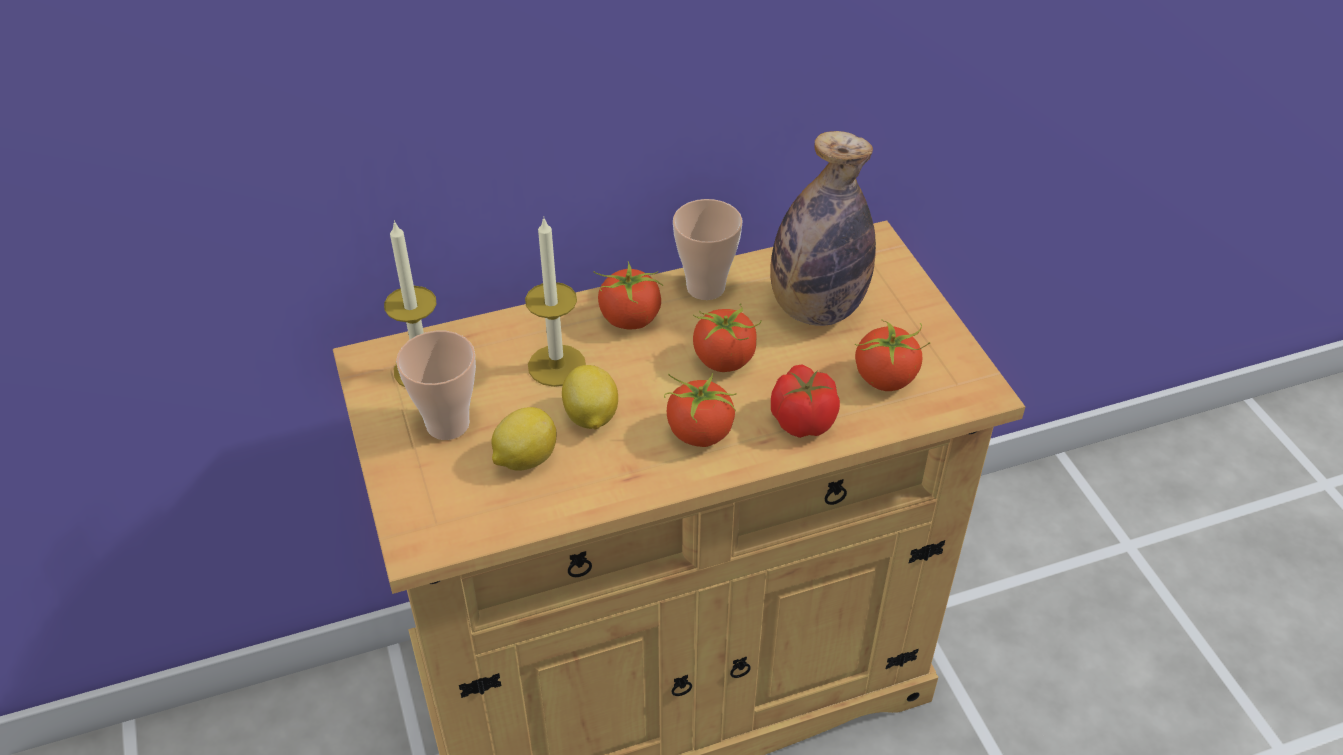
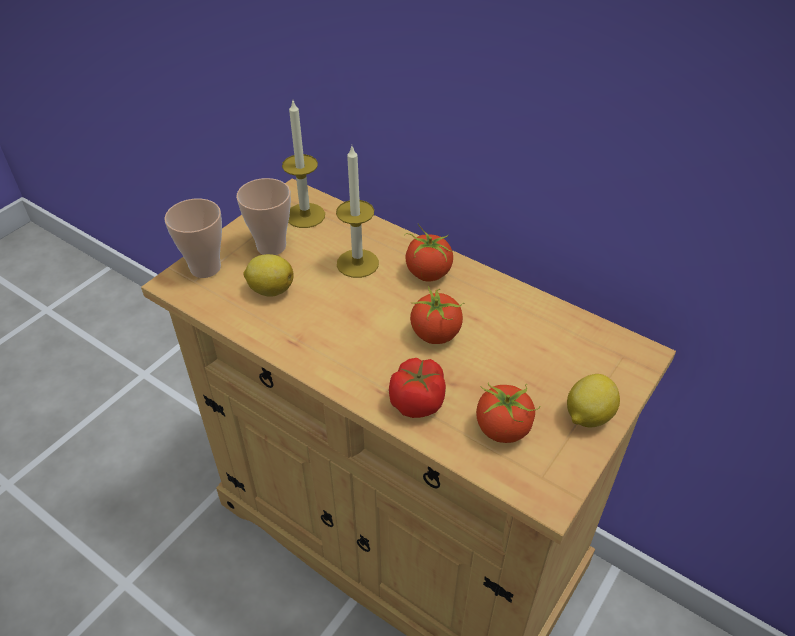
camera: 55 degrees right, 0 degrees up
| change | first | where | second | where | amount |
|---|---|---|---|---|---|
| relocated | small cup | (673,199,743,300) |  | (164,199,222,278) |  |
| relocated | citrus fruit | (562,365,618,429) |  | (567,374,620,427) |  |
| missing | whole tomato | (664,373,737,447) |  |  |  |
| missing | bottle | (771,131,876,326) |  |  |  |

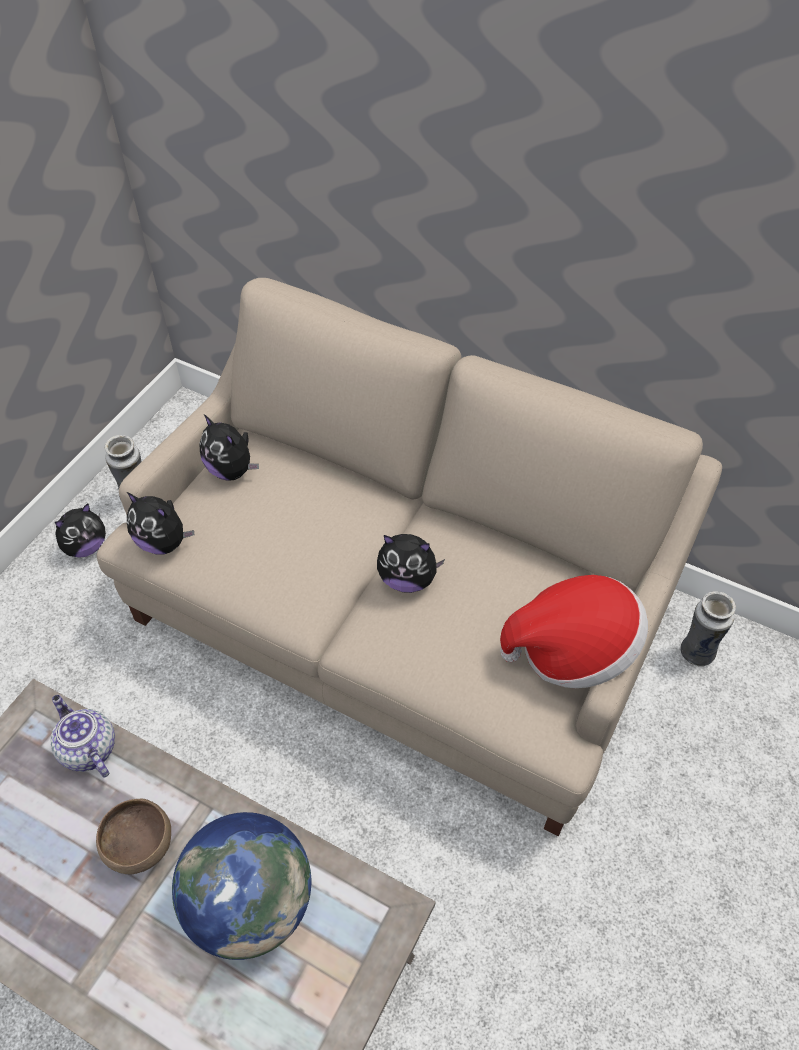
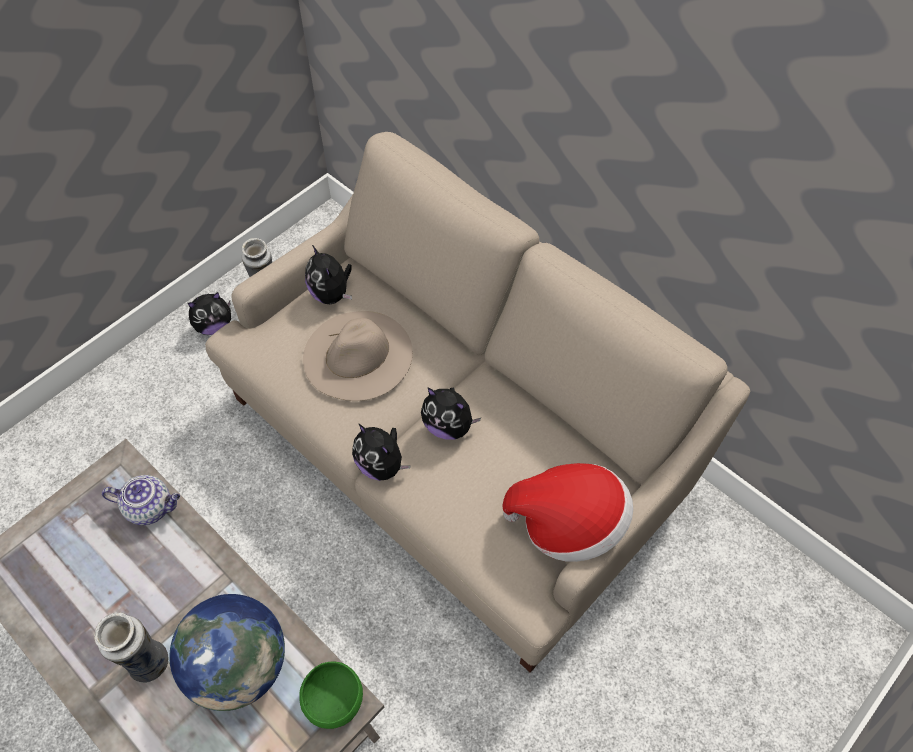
camera: 15 degrees right, 5 degrees up
| change | first | where | second | where | amount |
|---|---|---|---|---|---|
| relocated | flower vase | (680,591,736,666) |  | (94,612,168,683) |  |
| spun | pot for tea | (51,695,115,777) |  | (102,475,180,525) | 120 degrees clockwise |
| appeared |  |  | green serving bowl | (299,662,363,729) |  |
| appeared |  |  | sand-coloured wearable hat | (303,311,413,401) |  |
| relocated | cuddly toy | (127,492,194,554) |  | (352,423,411,481) |  |
| missing | brownish serving bowl | (96,799,171,874) |  |  |  |

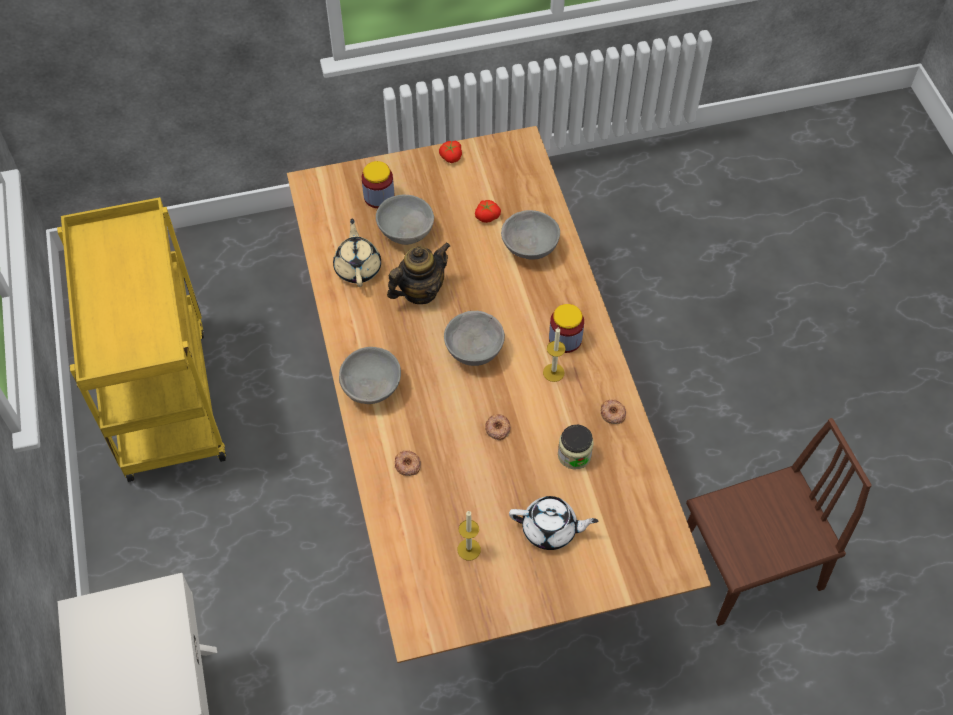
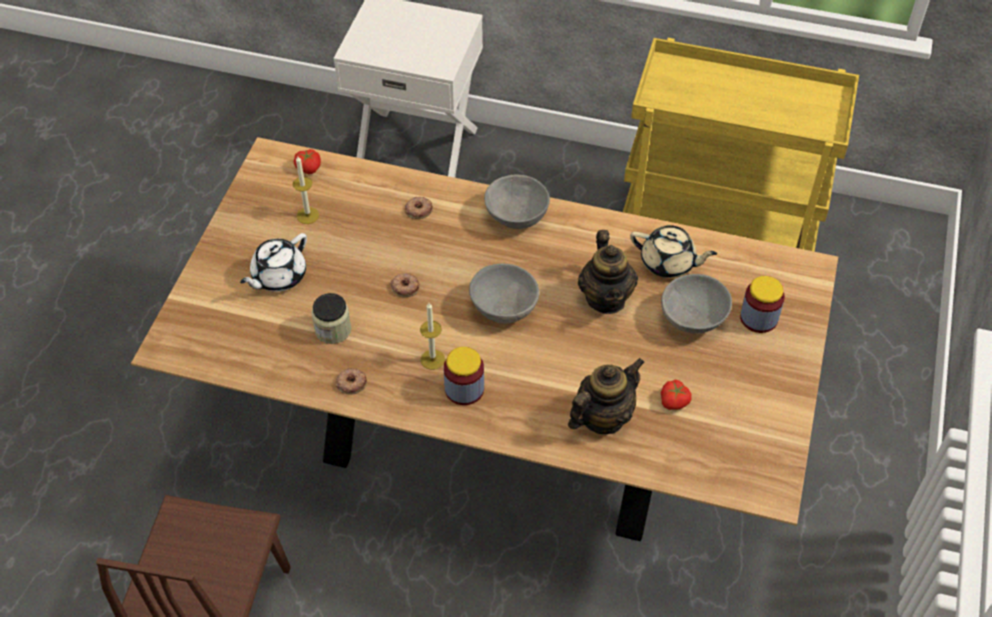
camera: 120 degrees right, 5 degrees down
| change | first | where | second | where | amount |
|---|---|---|---|---|---|
| relocated | whole tomato | (439,141,462,163) |  | (294,149,321,174) |  |
| exchanged | grey serving bowl | (501,210,560,260) | pot for tea | (568,358,645,434) |  |

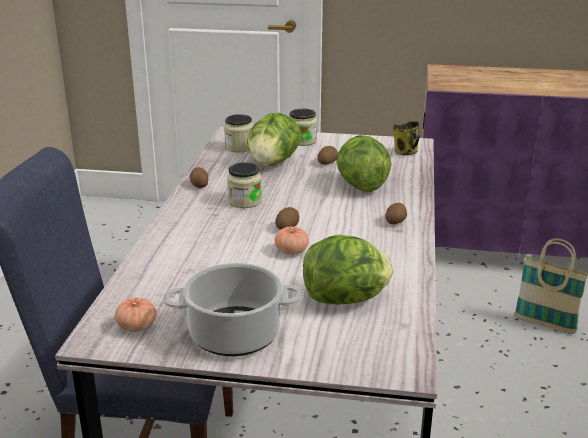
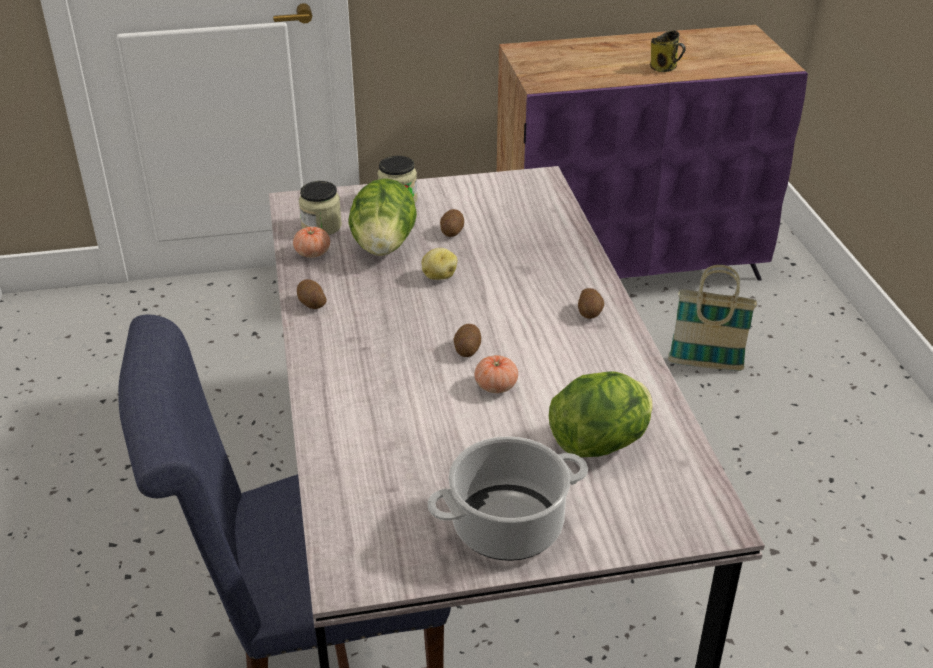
camera: 20 degrees left, 10 degrees up
| change | first | where | second | where | amount |
|---|---|---|---|---|---|
| relocated | whole tomato | (115,297,156,332) |  | (293,227,330,258) |  |
| appeared |  |  | potato | (422,248,457,280) |  |
| relocated | coffee mug | (393,121,420,156) |  | (650,31,686,72) |  |
| missing | jar | (227,162,262,208) |  |  |  |
| missing | lettuce | (336,135,391,192) |  |  |  |

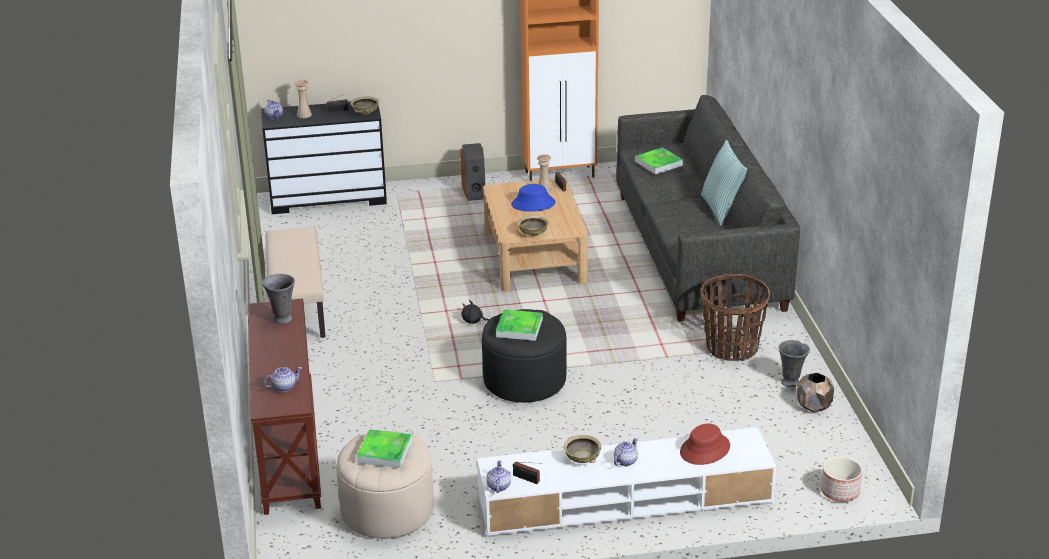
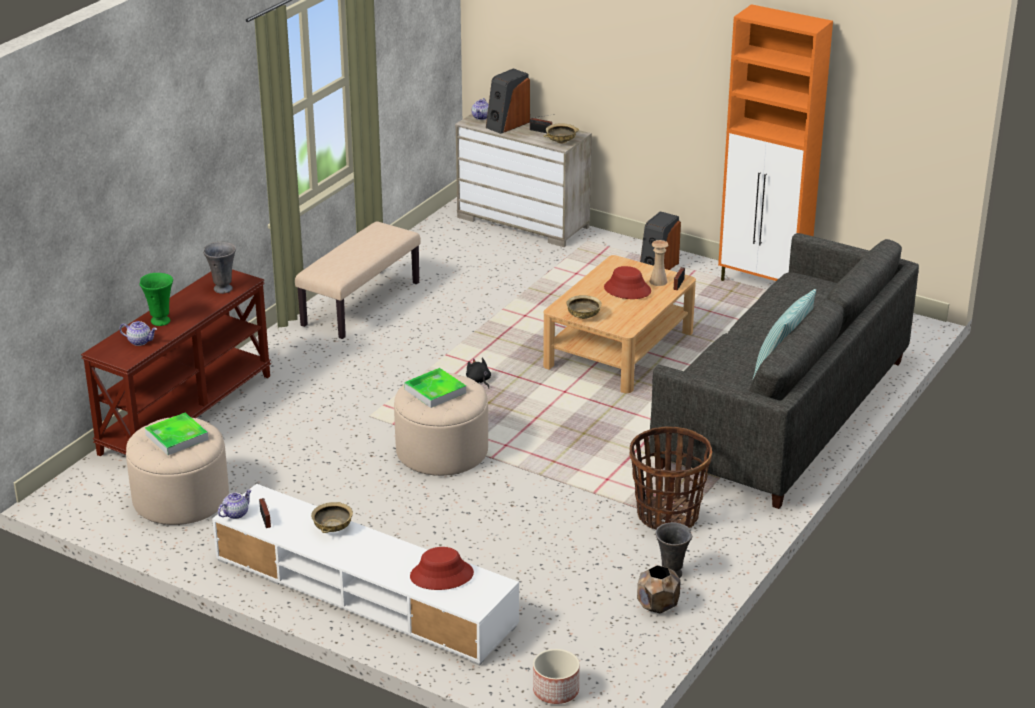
camera: 40 degrees right, 0 degrees up
| change | first | where | second | where | amount |
|---|---|---|---|---|---|
| appeared |  |  | green flower vase | (140,273,173,326) |  |
| colour | black footrest | (482,309,567,402) | sand-coloured footrest | (394,373,488,476) |  |
| colour | black dresser | (261,102,387,214) | sand-coloured dresser | (455,114,592,247) |  |
| exchanged | sand-coloured flower vase | (294,80,312,118) | speaker | (486,68,530,134) |  |
| colour | blue-coloured wearable hat | (511,184,556,212) | red wearable hat | (604,266,651,299) |  |
| missing | pot for tea | (614,438,638,466) |  |  |  |
| missing | tray | (635,147,683,174) |  |  |  |

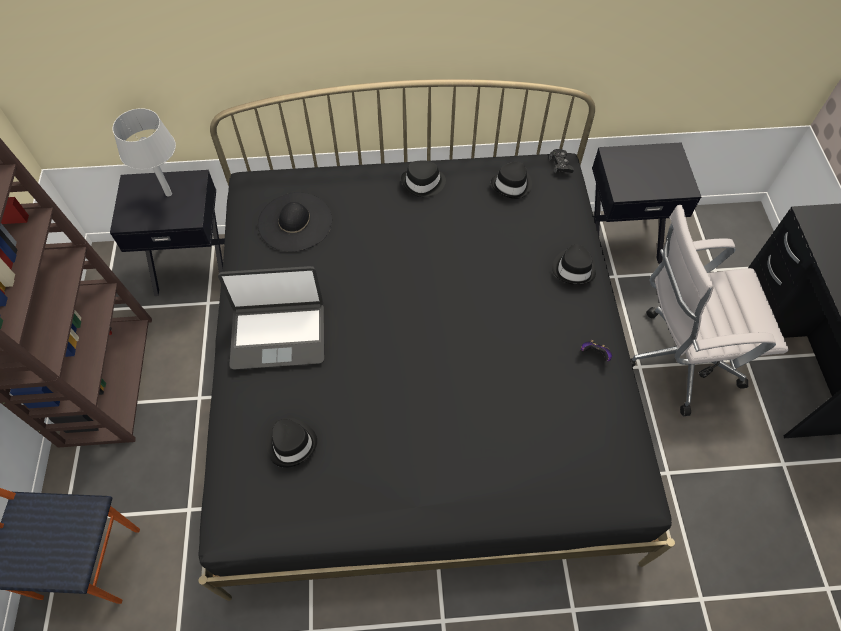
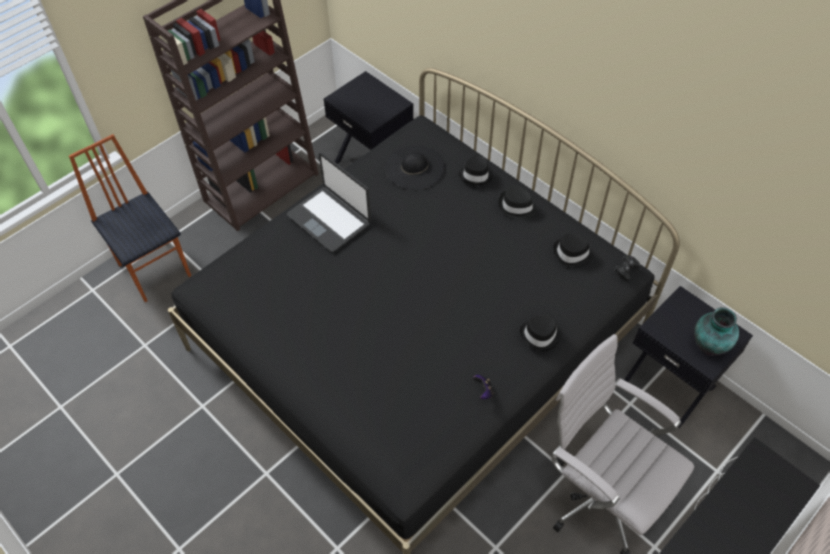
camera: 50 degrees right, 5 degrees down
| change | first | where | second | where | amount |
|---|---|---|---|---|---|
| relocated | black wearable hat | (266,418,317,468) |  | (459,155,493,185) |  |
| appeared |  |  | flower vase | (694,307,739,356) |  |
| missing | grey lamp for a table | (112,108,176,197) |  |  |  |

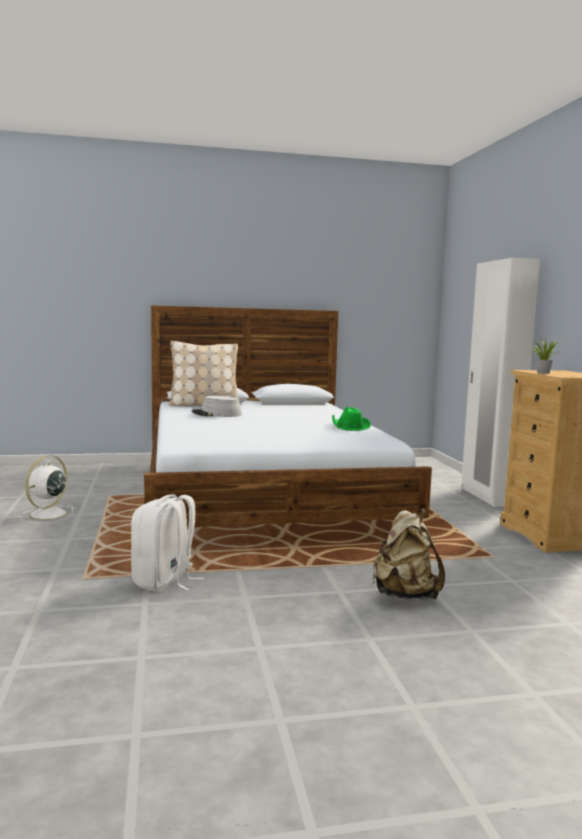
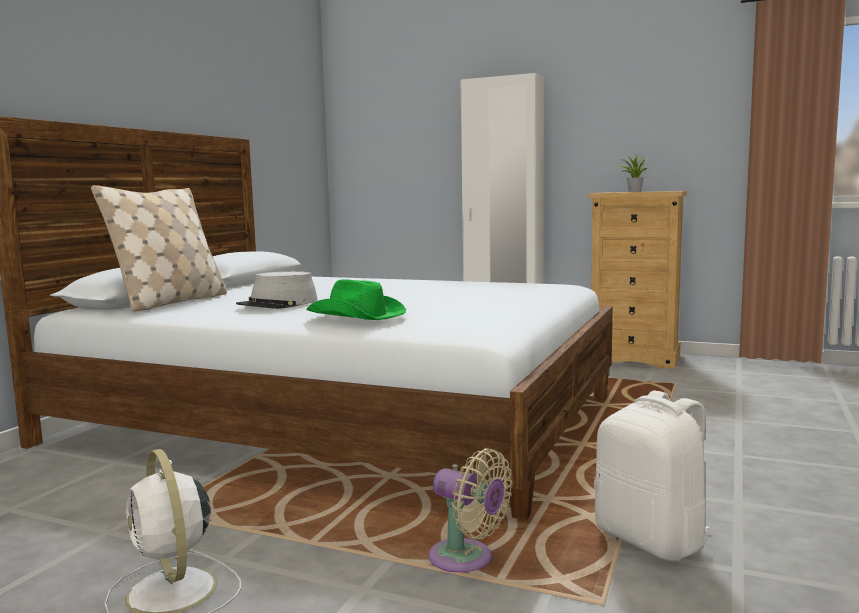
camera: 55 degrees left, 0 degrees up
| change | first | where | second | where | amount |
|---|---|---|---|---|---|
| relocated | green wearable hat | (332,407,371,431) |  | (306,279,406,320) |  |
| appeared |  |  | sand-coloured fan | (428,448,512,575) |  |
| missing | sand-coloured rucksack | (372,508,445,600) |  |  |  |

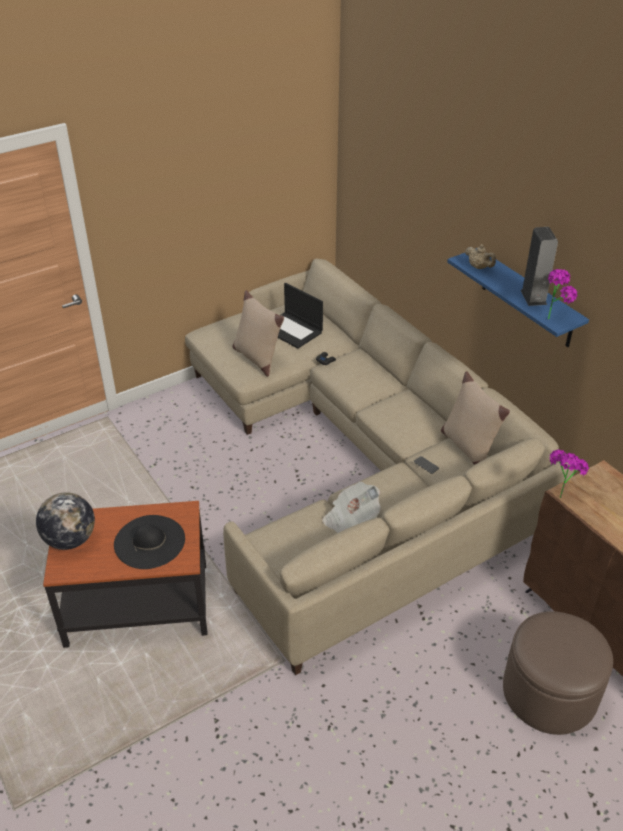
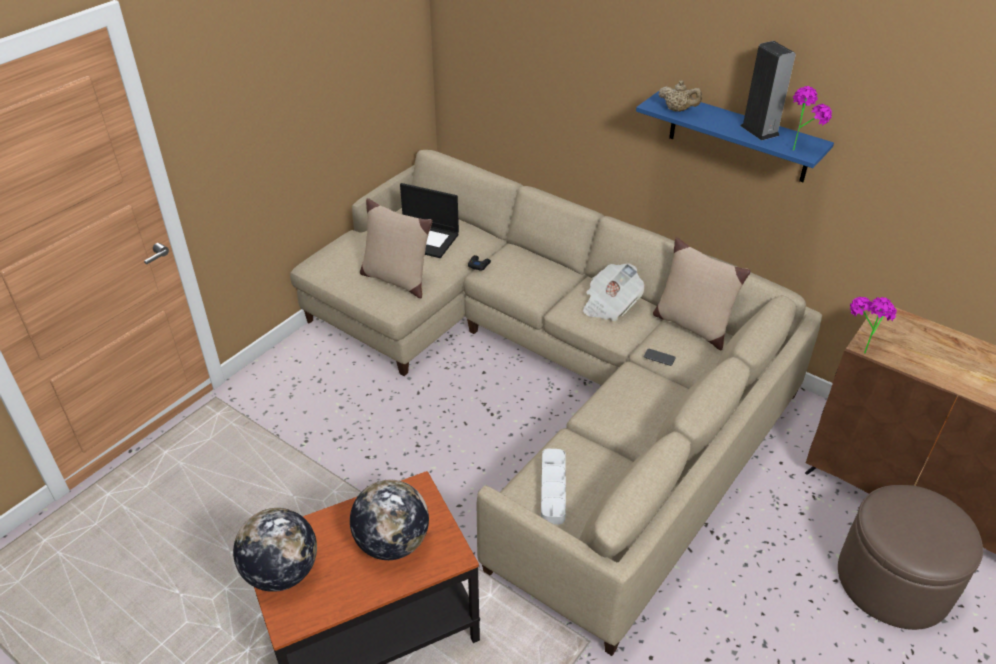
camera: 20 degrees left, 0 degrees up
| change | first | where | second | where | amount |
|---|---|---|---|---|---|
| exchanged | black wearable hat | (114,515,185,569) | desk globe | (350,480,429,560) |  |
| appeared |  |  | grey tray | (541,448,566,524) |  |
| relocated | daily paper | (322,482,381,533) |  | (583,264,644,321) |  |

